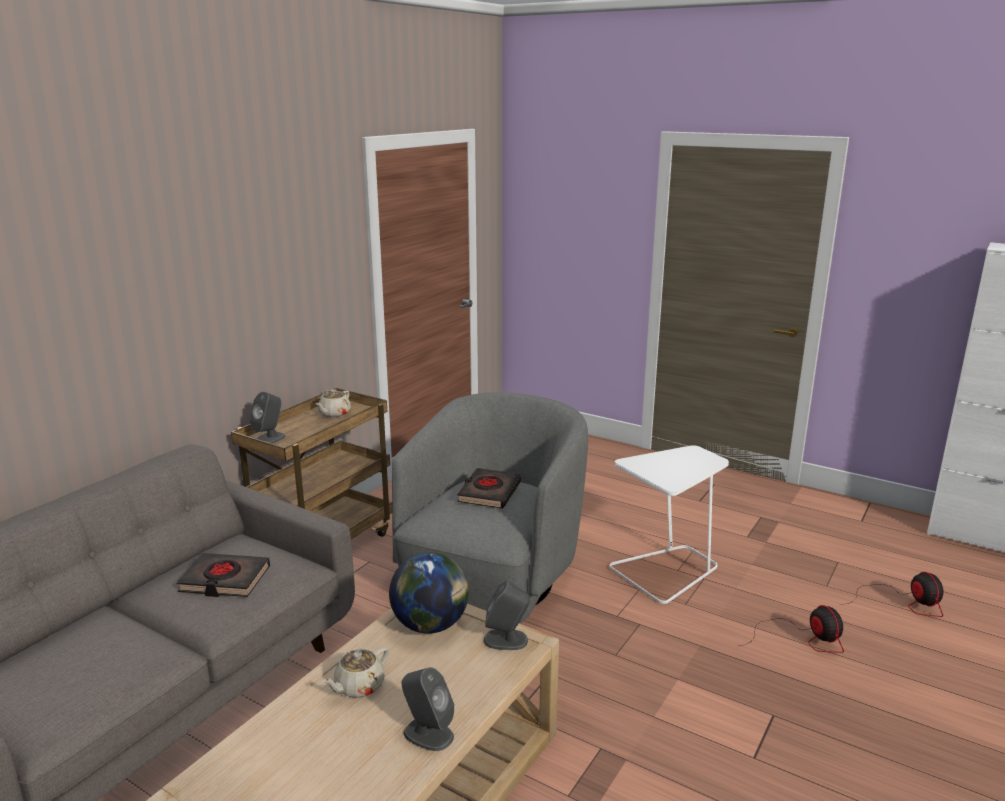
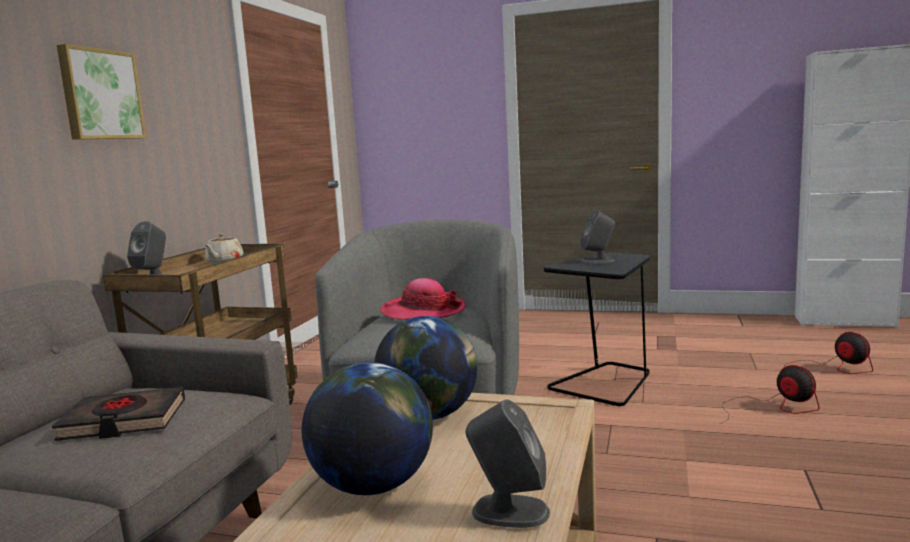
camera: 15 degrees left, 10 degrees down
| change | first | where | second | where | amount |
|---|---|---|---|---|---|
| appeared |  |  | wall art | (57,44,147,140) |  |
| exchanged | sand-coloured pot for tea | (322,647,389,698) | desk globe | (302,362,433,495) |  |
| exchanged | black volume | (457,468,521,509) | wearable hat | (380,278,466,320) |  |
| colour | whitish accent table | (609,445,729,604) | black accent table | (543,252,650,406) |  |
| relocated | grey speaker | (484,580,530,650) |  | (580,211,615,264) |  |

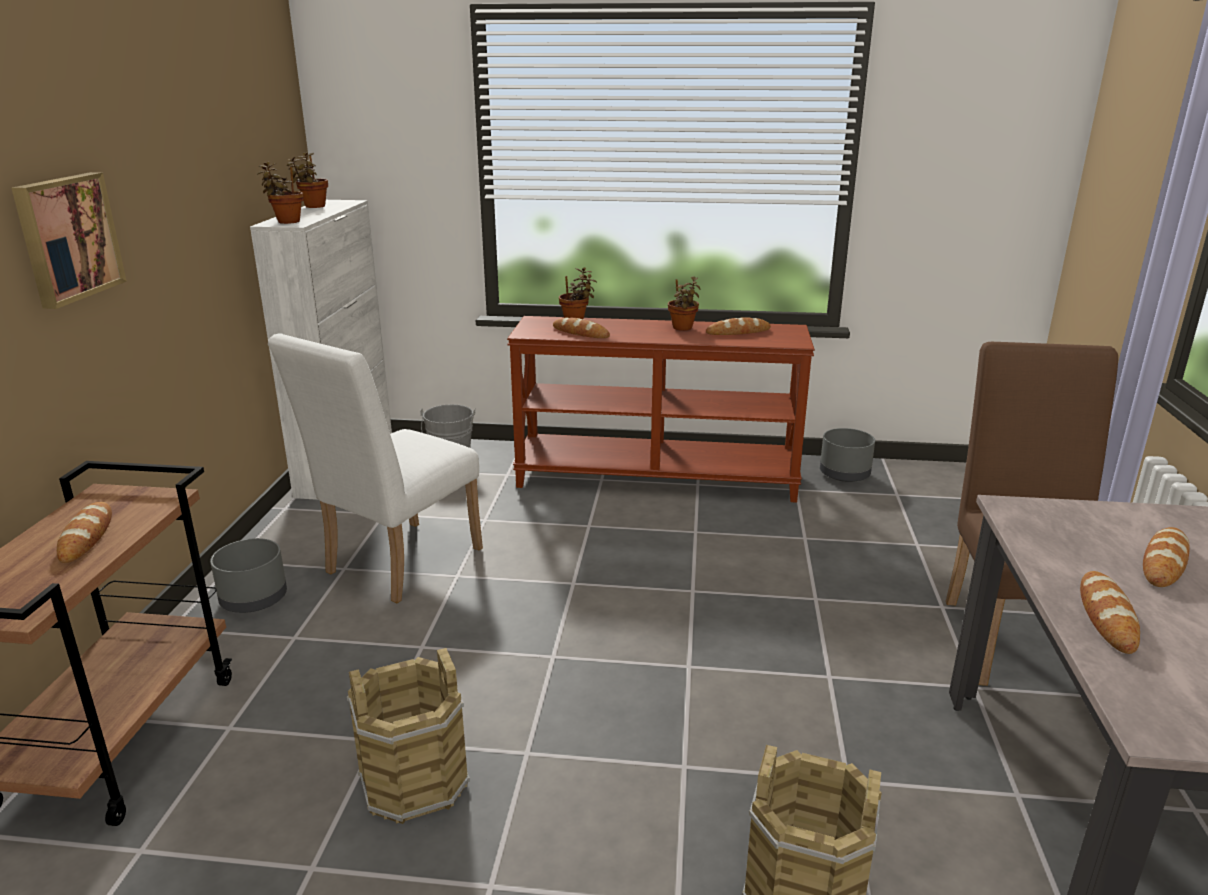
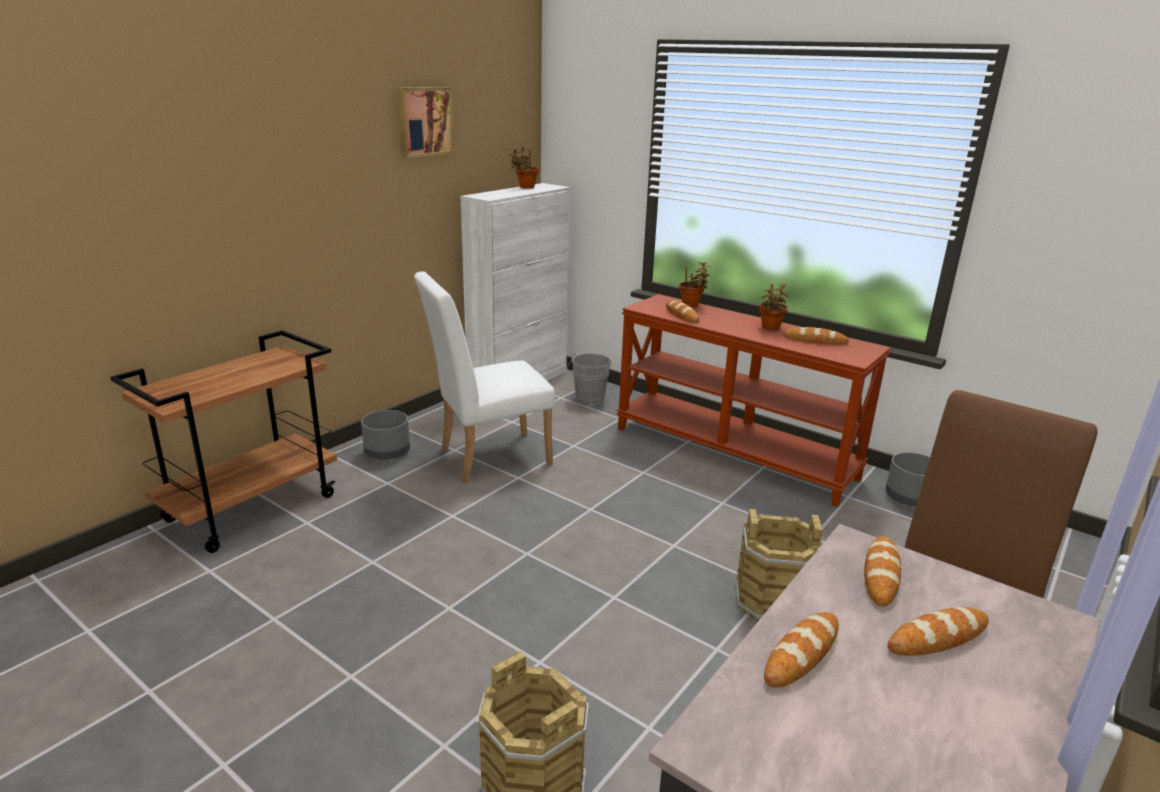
camera: 30 degrees right, 0 degrees up
| change | first | where | second | where | amount |
|---|---|---|---|---|---|
| relocated | wall art | (11,172,127,309) |  | (397,87,454,158) |  |
| relocated | brownish pail | (347,648,470,824) |  | (735,509,822,621) |  |
| relocated | bread | (57,502,112,563) |  | (864,536,901,606) |  |
| missing | houseplant | (257,162,303,224) |  |  |  |

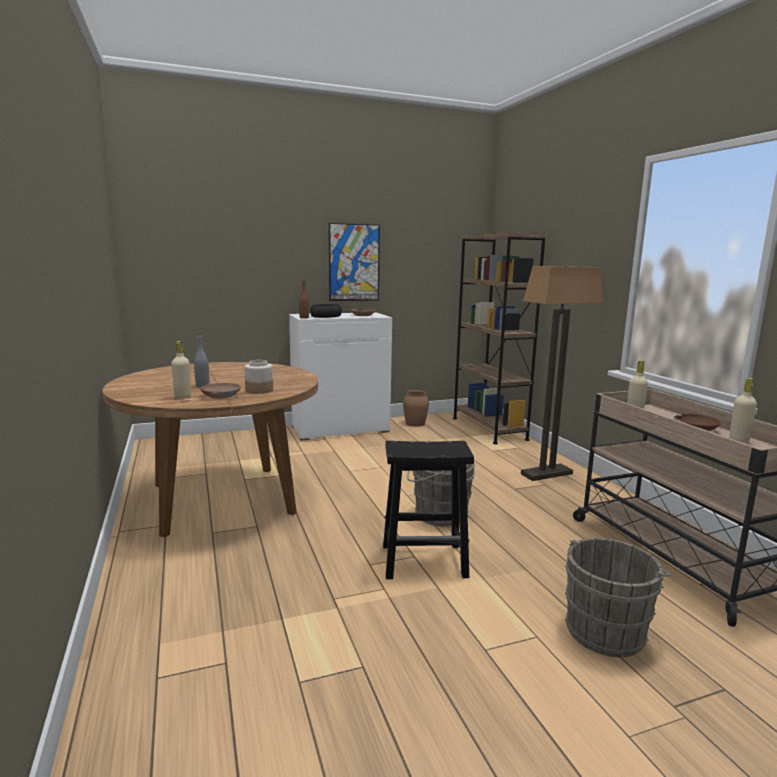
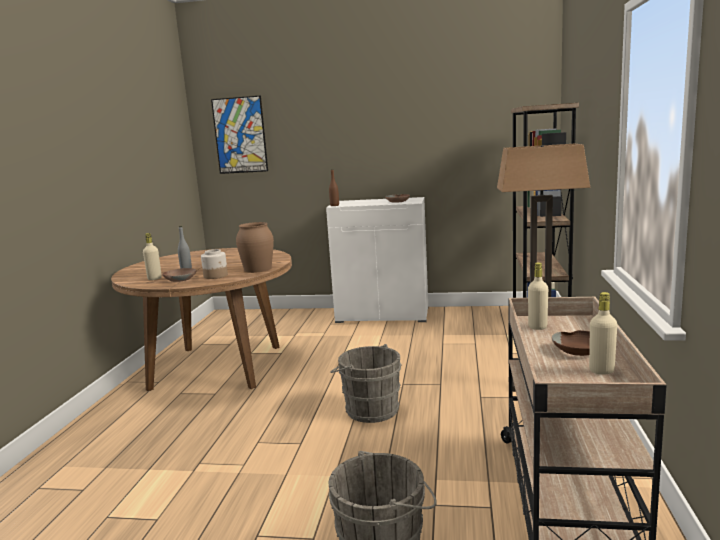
camera: 30 degrees right, 0 degrees up
| change | first | where | second | where | amount |
|---|---|---|---|---|---|
| relocated | wall art | (329,223,380,301) |  | (211,96,268,174) |  |
| relocated | brownish flower vase | (403,390,429,427) |  | (236,222,274,273) |  |
| missing | black serving bowl | (310,304,342,318) |  |  |  |
| missing | black stool seat | (383,441,474,579) |  |  |  |

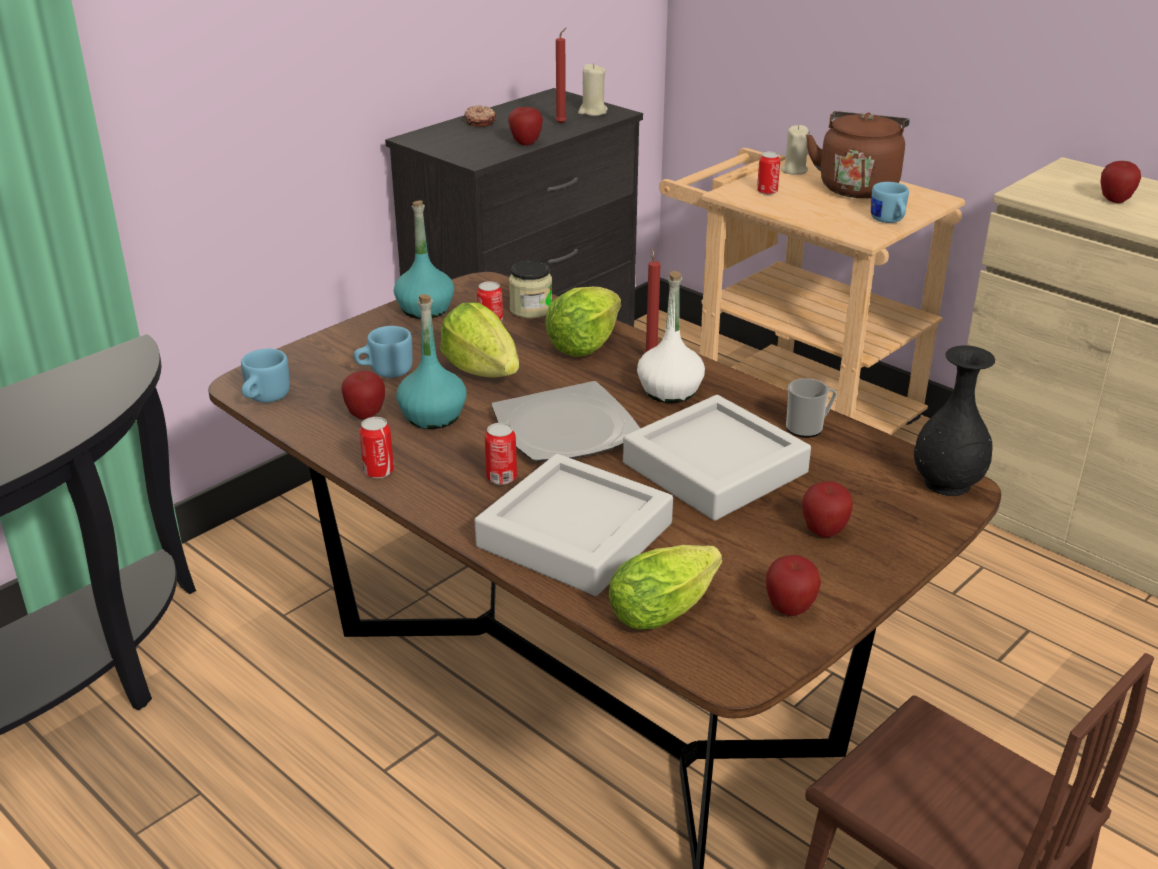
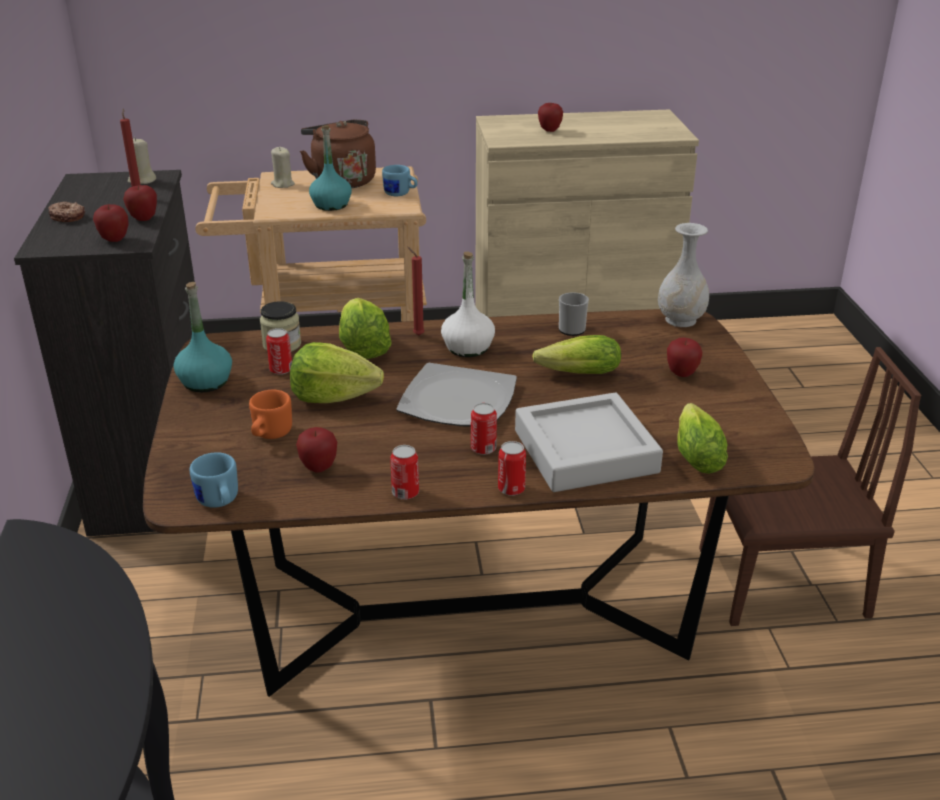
camera: 50 degrees left, 0 degrees up
| change | first | where | second | where | amount |
|---|---|---|---|---|---|
| relocated | whole apple | (766,555,821,616) |  | (93,204,129,242) |  |
| colour | blue-coloured coffee mug | (354,326,412,378) | orangey coffee mug | (249,390,292,439) |  |
| relocated | turquoise-coloured bottle | (396,294,467,429) |  | (309,126,352,211) |  |
| relocated | can | (757,152,780,195) |  | (498,441,526,496) |  |
| exchanged | grey tray | (623,395,811,521) | lettuce | (532,335,621,374) |  |
| colour | black flower vase | (914,345,995,496) | whitish flower vase | (658,223,709,327) |  |

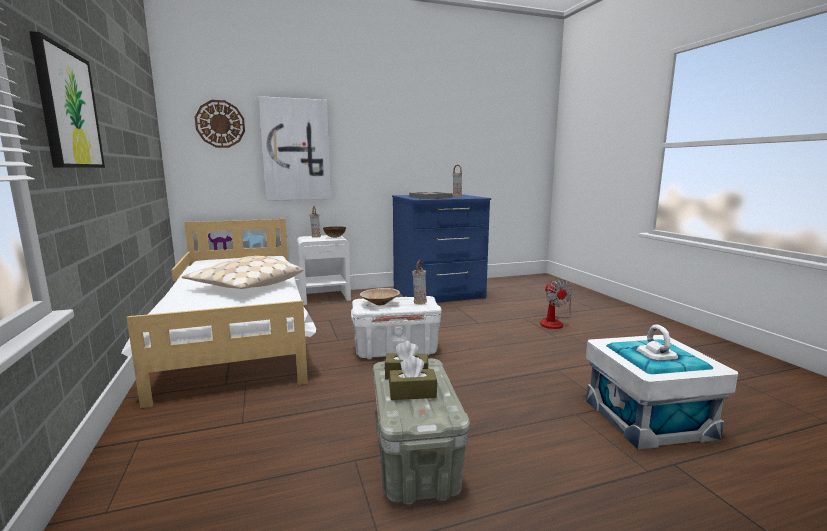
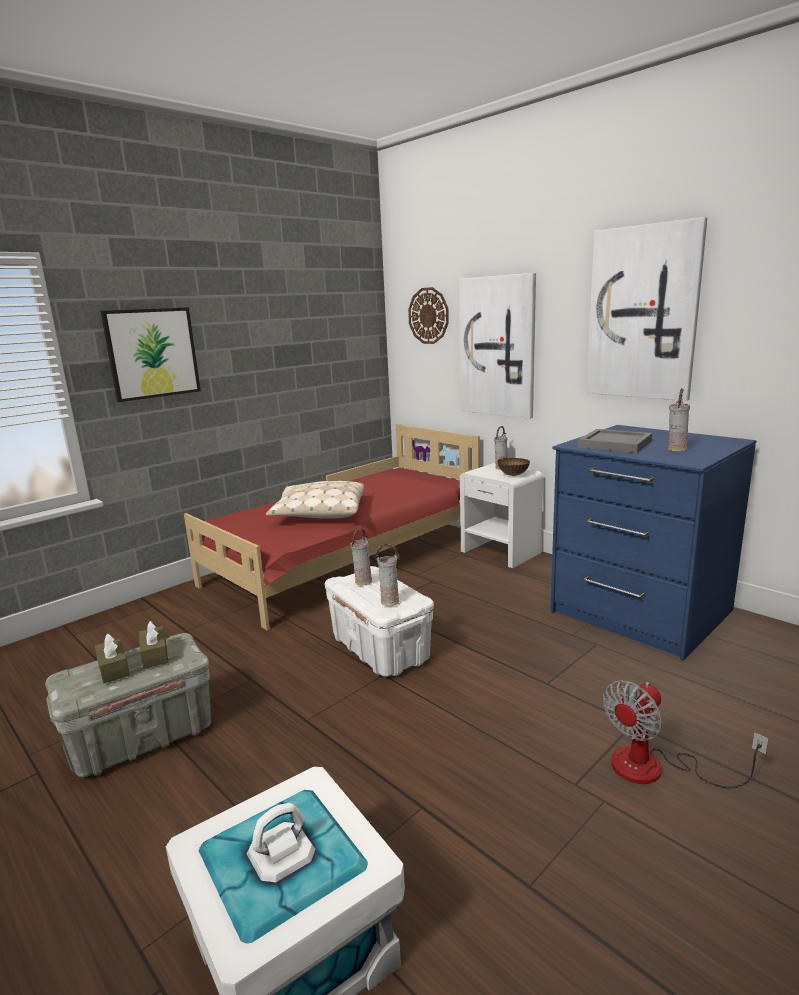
camera: 65 degrees right, 5 degrees up
| change | first | where | second | where | amount |
|---|---|---|---|---|---|
| colour | whitish sleeping bed | (121,218,316,408) | red sleeping bed | (184,424,480,630) |  |
| exchanged | sand-coloured serving bowl | (360,288,400,305) | flower vase | (351,528,372,586) |  |
| appeared |  |  | wall art | (586,217,708,401) |  |

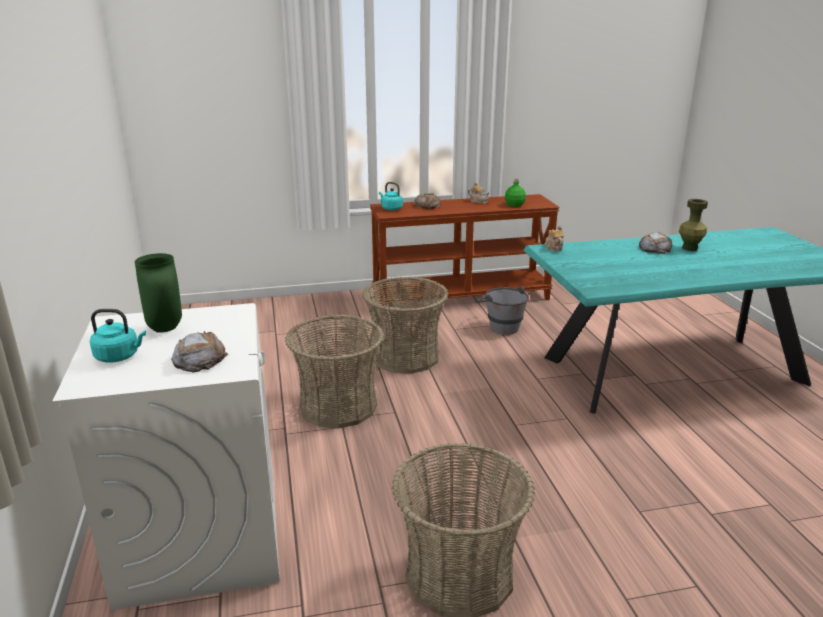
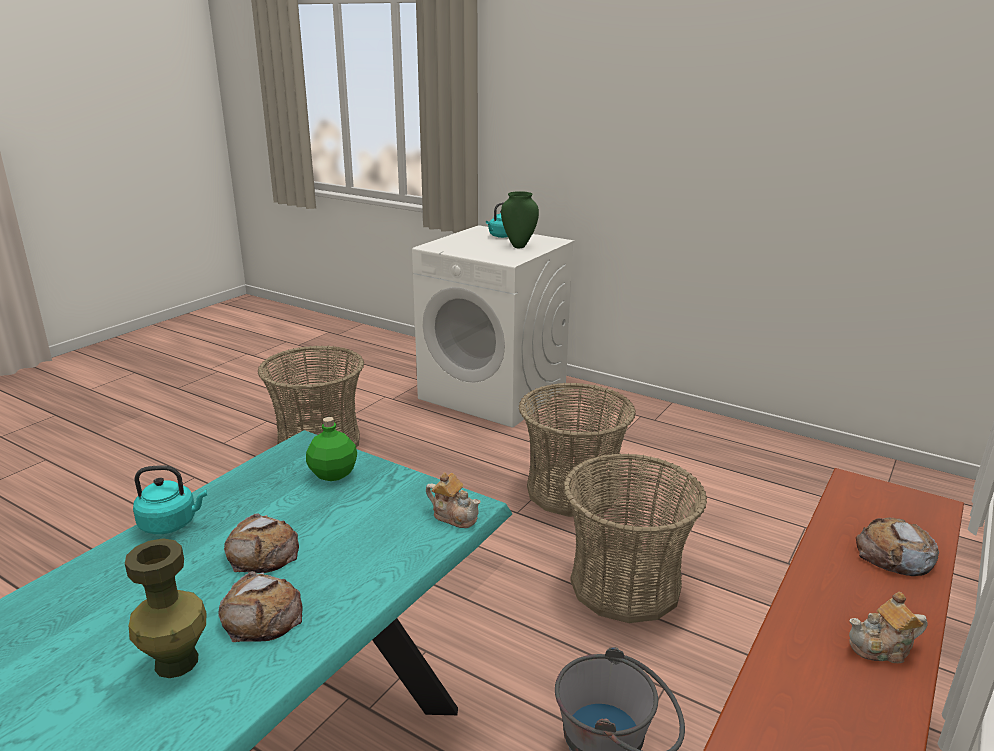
camera: 135 degrees right, 0 degrees up
| change | first | where | second | where | amount |
|---|---|---|---|---|---|
| relocated | turquoise-coloured water kettle | (379,182,403,210) |  | (133,465,207,534) |  |
| relocated | bread | (171,331,228,373) |  | (224,513,299,573) |  |
| relocated | green bottle | (505,179,526,207) |  | (306,417,357,481) |  |

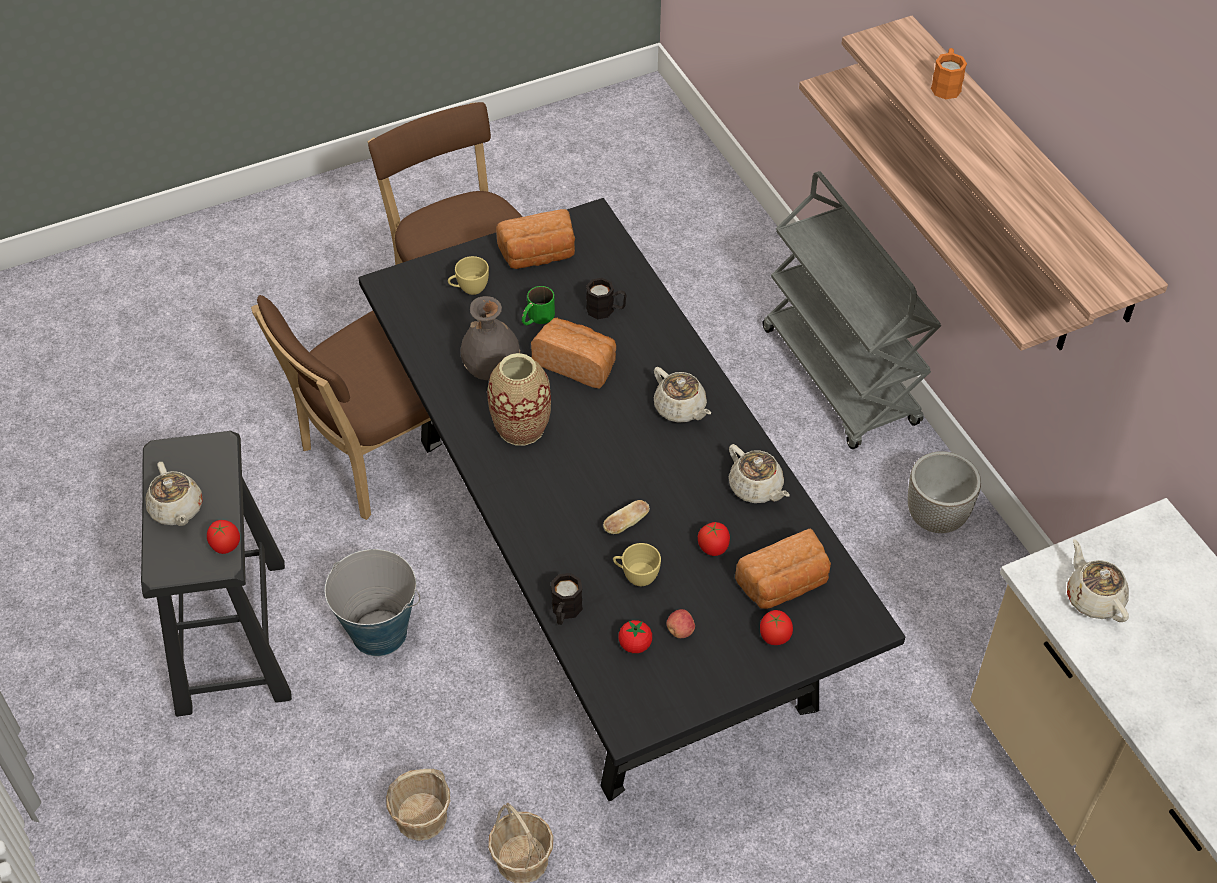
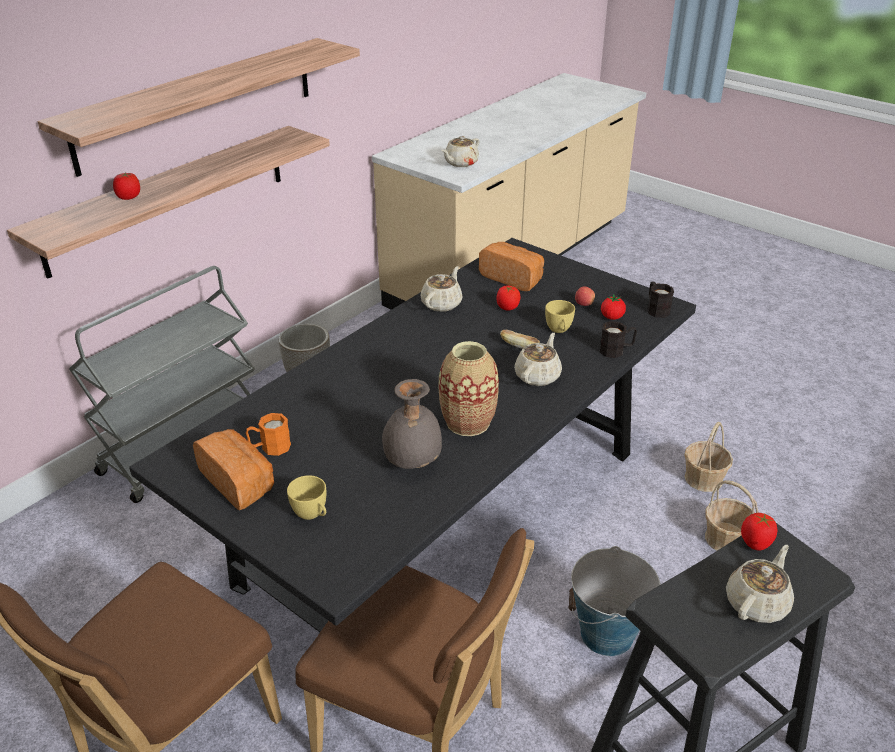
camera: 115 degrees left, 15 degrees down
| change | first | where | second | where | amount |
|---|---|---|---|---|---|
| relocated | whole tomato | (760,610,793,645) |  | (113,173,140,200) |  |
| relocated | orangey coffee mug | (931,48,967,99) |  | (246,413,291,456) |  |
| relocated | sand-coloured pot for tea | (654,367,711,423) |  | (514,333,562,386) |  |
| relocated | black coffee mug | (586,278,626,319) |  | (648,282,674,318) |  |
| missing | green coffee mug | (522,286,555,325) |  |  |  |
| missing | bread | (531,317,616,389) |  |  |  |

